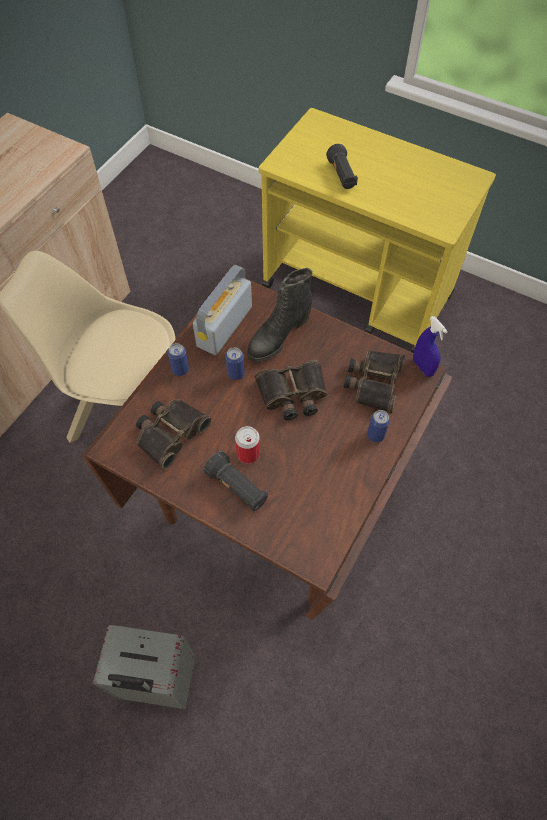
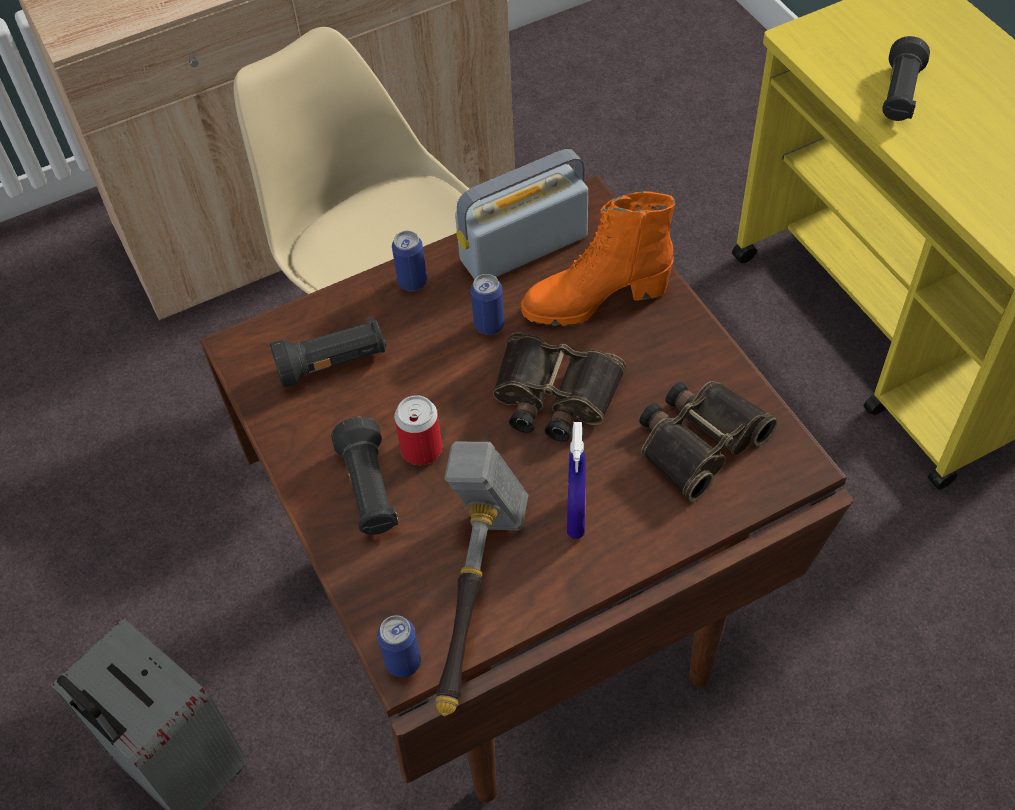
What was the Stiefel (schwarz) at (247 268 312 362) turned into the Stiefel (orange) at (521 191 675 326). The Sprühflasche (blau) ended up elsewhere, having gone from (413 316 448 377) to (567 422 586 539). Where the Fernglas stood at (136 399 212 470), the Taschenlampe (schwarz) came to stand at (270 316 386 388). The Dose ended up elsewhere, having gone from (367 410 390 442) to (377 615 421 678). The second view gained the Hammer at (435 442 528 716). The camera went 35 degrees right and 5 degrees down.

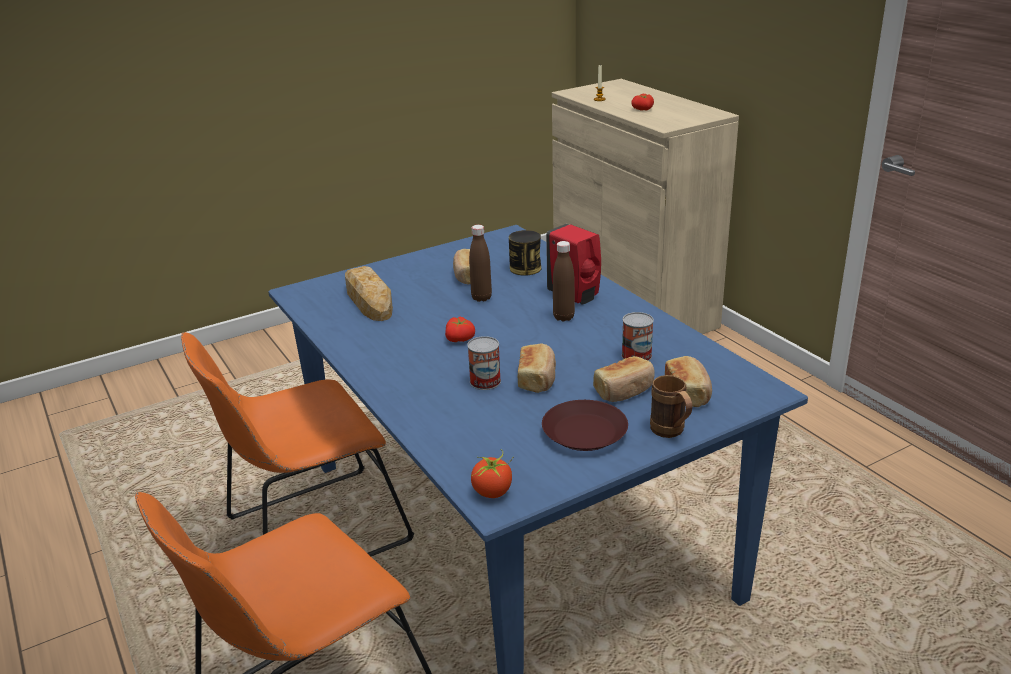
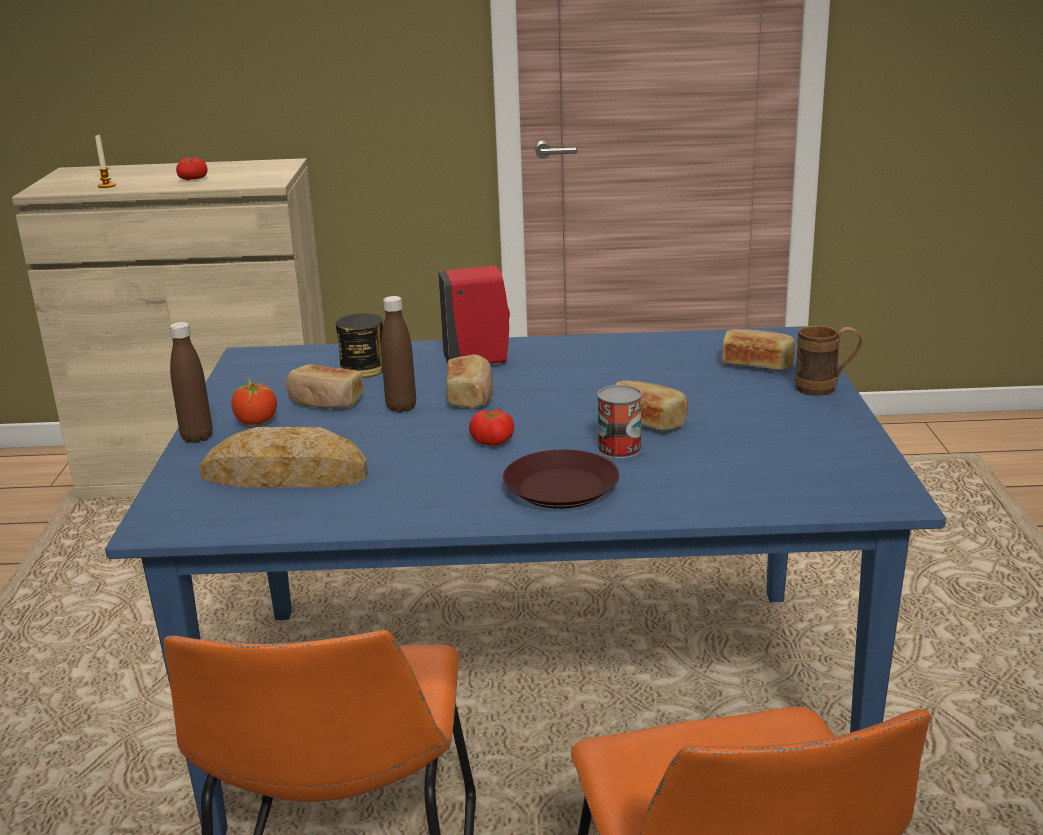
The Flasche (braun) ended up elsewhere, having gone from (553 241 575 321) to (169 322 212 443). The second view lost the Dose at (622 312 654 361). The Brot ended up elsewhere, having gone from (593 356 655 402) to (446 354 493 409). The Teller (braun) ended up elsewhere, having gone from (542 400 628 451) to (503 450 619 509). The Tomate ended up elsewhere, having gone from (471 450 513 498) to (230 374 277 425). The camera went 60 degrees left and 5 degrees down.

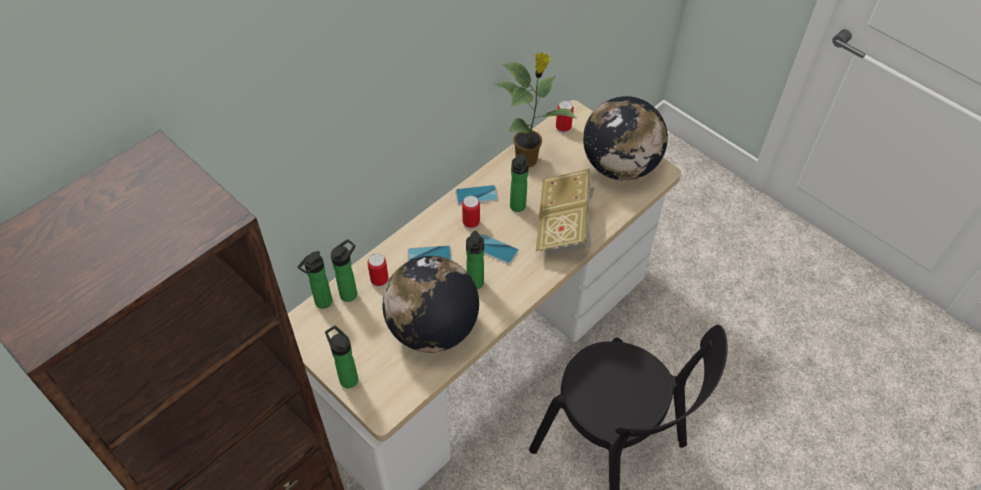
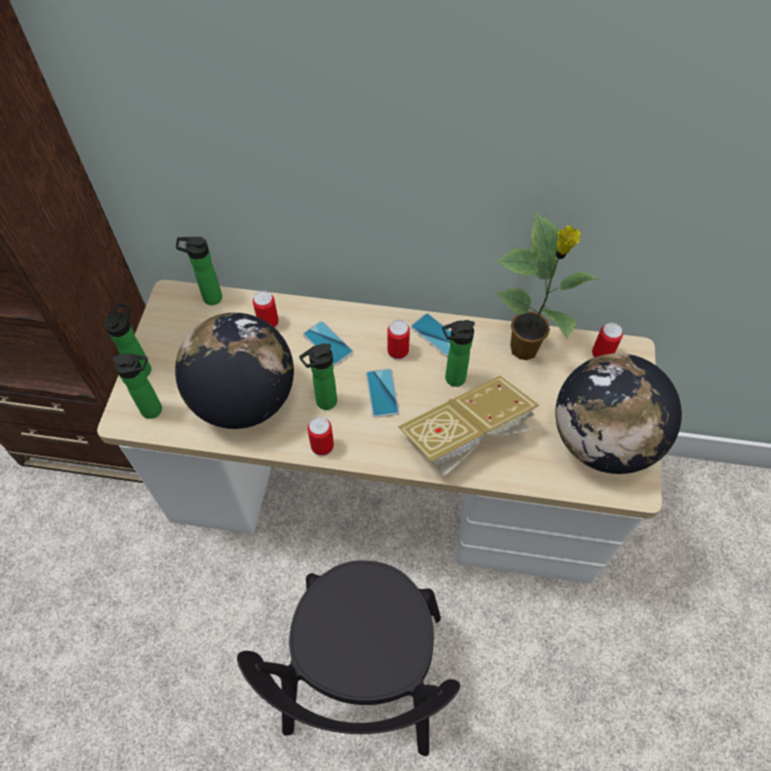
The Flasche ended up elsewhere, having gone from (331 239 357 302) to (112 353 162 419). The second view gained the Dose at (308 416 334 456). The camera went 55 degrees right and 5 degrees up.

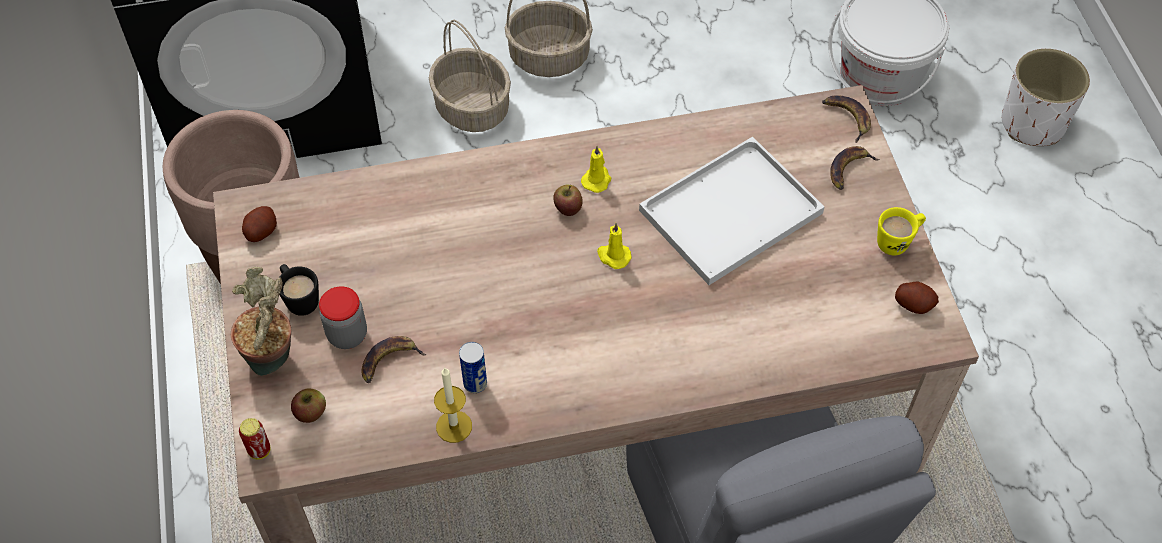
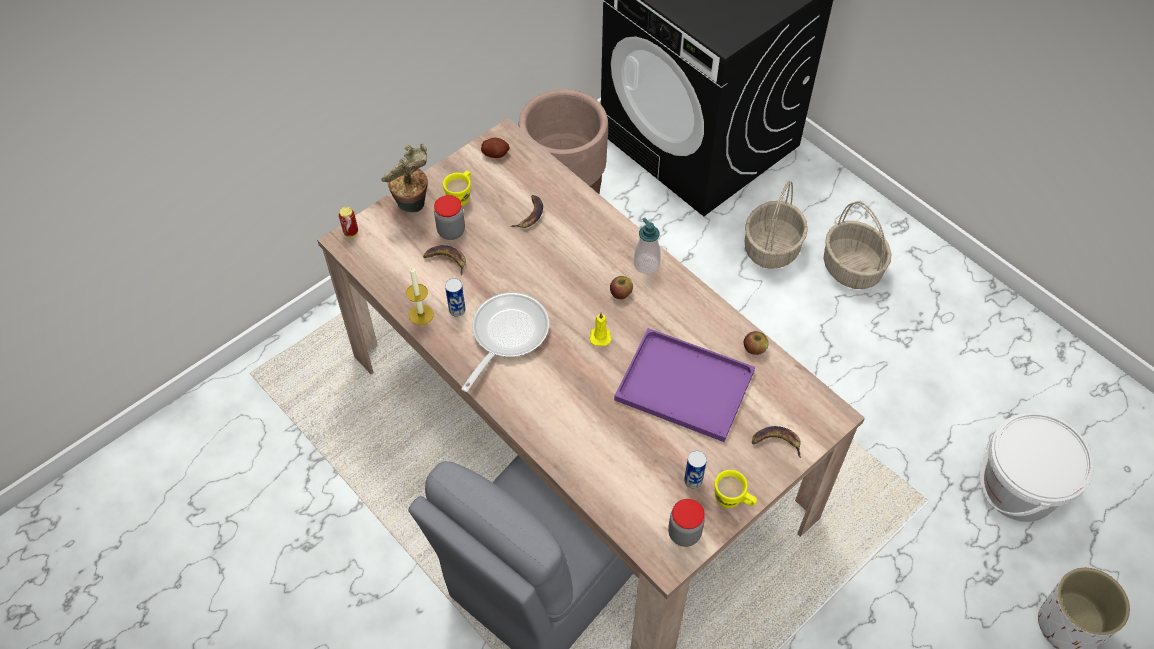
The Banane ended up elsewhere, having gone from (822 95 871 143) to (510 195 543 228). What was the Tablett (weiß) at (639 137 824 285) turned into the Tablett (lila) at (614 328 755 442). The second view lost the Kerze (gelb) at (581 146 612 193). What was the Henkelbecher (schwarz) at (279 264 319 316) turned into the Henkelbecher (gelb) at (443 171 471 206). Where the Kartoffel stood at (895 282 939 314), the Vorratsglas came to stand at (668 499 705 547). The Apfel ended up elsewhere, having gone from (291 388 326 423) to (744 331 769 355). The second view gained the Seifenspender at (634 218 660 274). The second view gained the Pfanne at (461 292 549 392). The second view gained the Dose at (684 451 707 489). The camera went 60 degrees right and 0 degrees up.

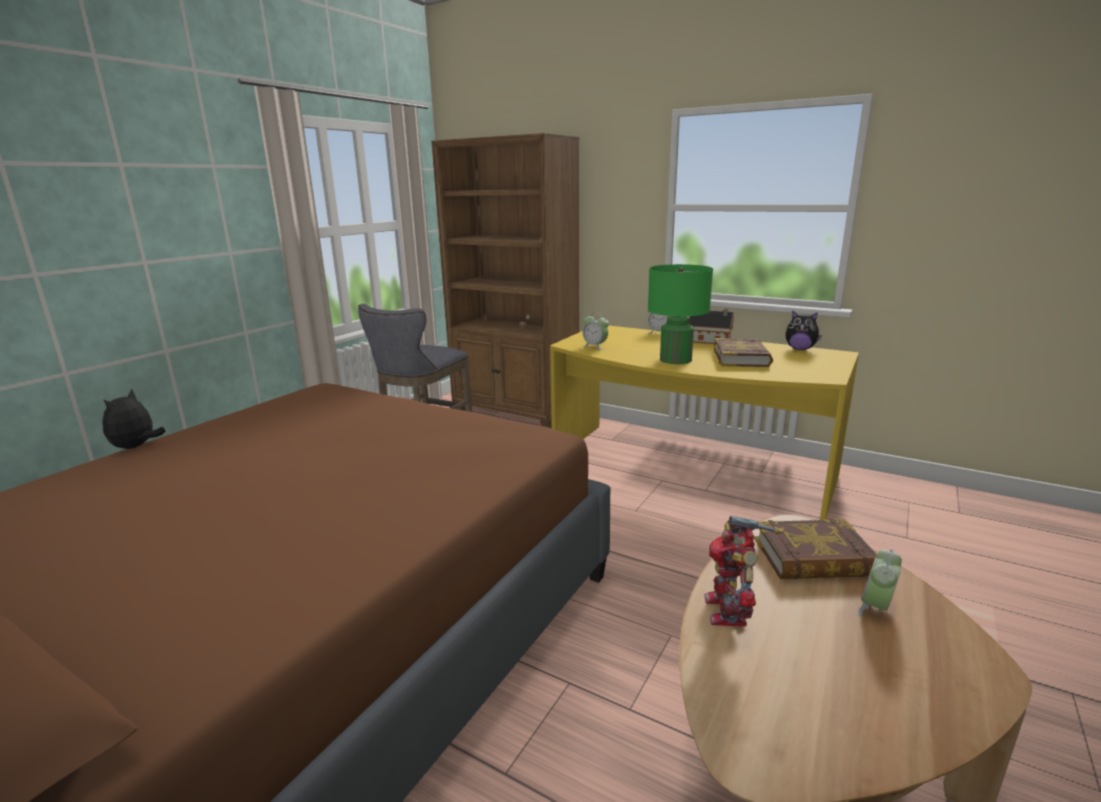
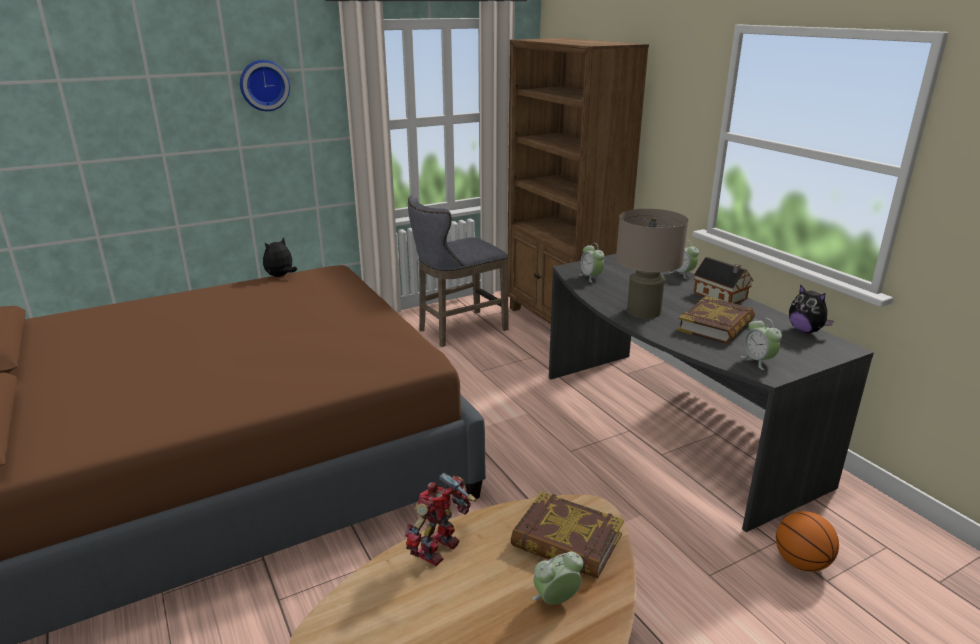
What was the Tischlampe (grün) at (648 264 713 364) turned into the Tischlampe (beige) at (616 209 688 319). What was the Schreibtisch (gelb) at (550 325 859 520) turned into the Schreibtisch (grau) at (549 254 874 532). The Plüschtier ended up elsewhere, having gone from (102 388 165 449) to (263 237 297 277). The second view gained the Wanduhr at (240 60 290 111). The second view gained the Wecker at (741 318 782 370). The second view gained the Basketball at (776 511 839 572). The camera went 30 degrees right and 5 degrees up.

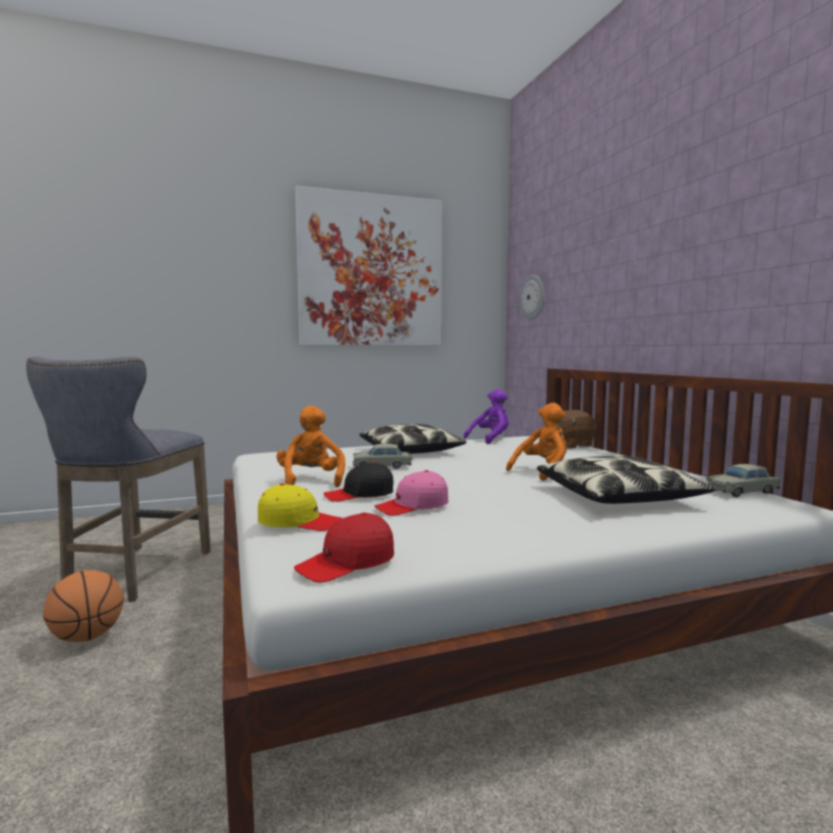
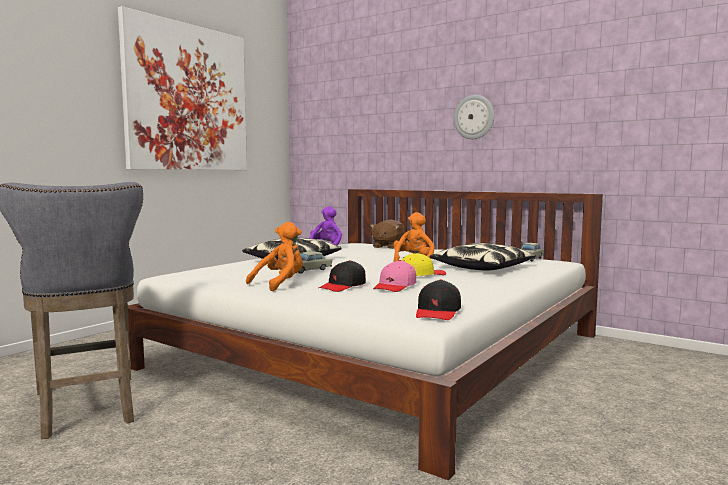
The Wanduhr ended up elsewhere, having gone from (520 275 544 319) to (454 95 494 139). The Plüschtier (orange) at (276 405 345 487) ended up facing another way, 90 degrees clockwise from before. The Kappe (gelb) ended up elsewhere, having gone from (258 483 342 531) to (402 253 446 276). What was the Kappe (rot) at (294 512 394 583) turned into the Kappe (schwarz) at (416 279 461 320). The second view lost the Basketball at (43 570 124 642). The camera went 35 degrees left and 0 degrees up.

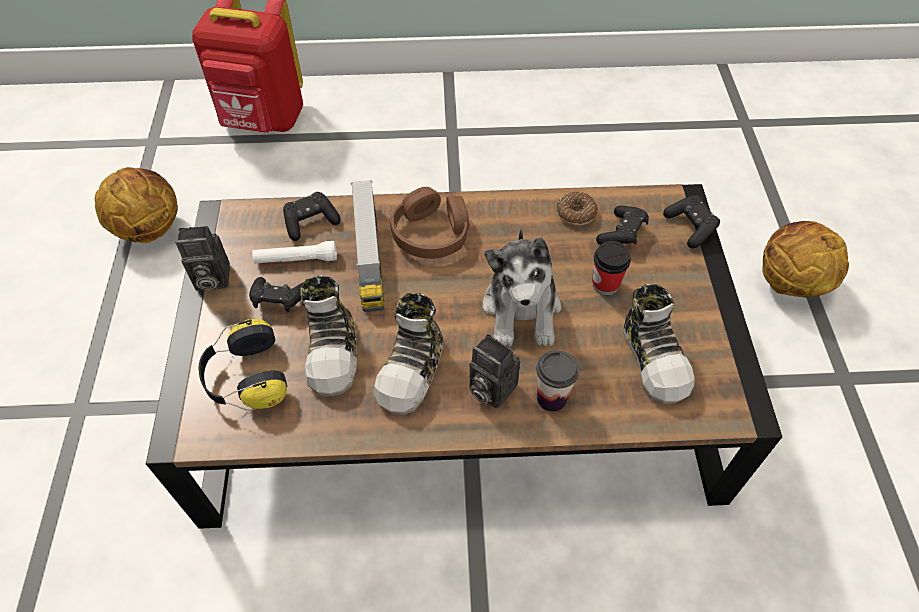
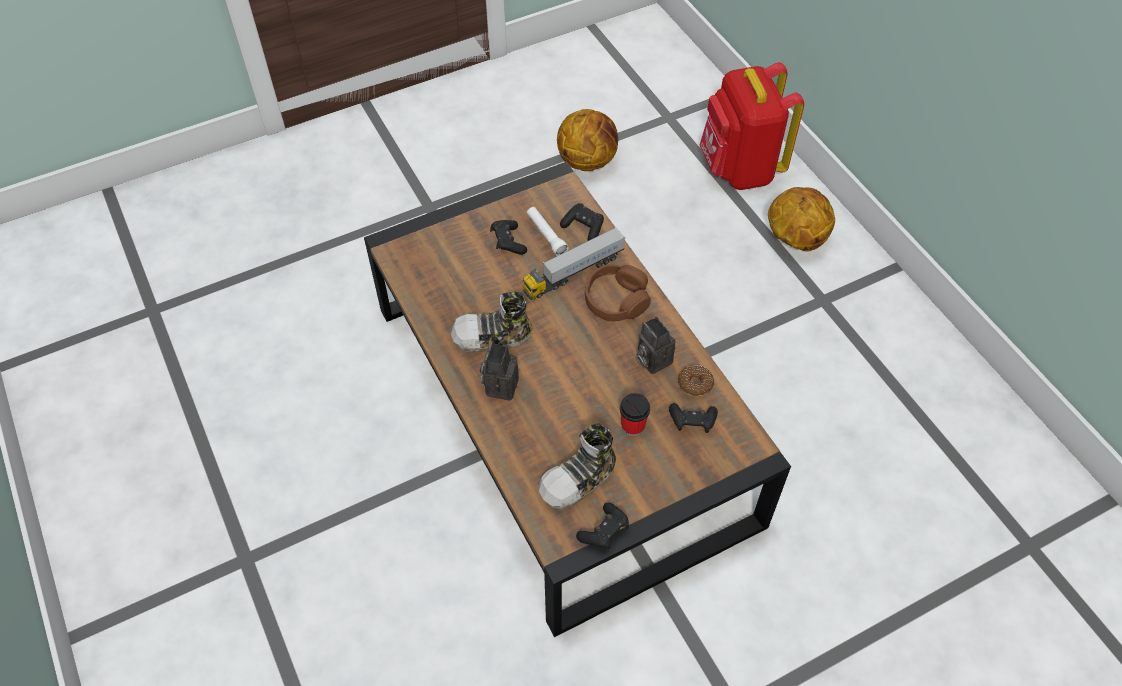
The Gamepad (schwarz) ended up elsewhere, having gone from (663 195 720 248) to (576 503 629 549). The Basketball ended up elsewhere, having gone from (762 221 849 297) to (768 187 835 252). The Kamera ended up elsewhere, having gone from (175 226 230 291) to (636 317 675 374). The second view lost the Plüschtier at (482 228 561 347). The second view lost the Schuh at (300 275 357 396). The second view lost the Kopfhörer at (198 319 287 411). The second view lost the Tasse at (536 350 579 412). The camera went 65 degrees right and 0 degrees up.

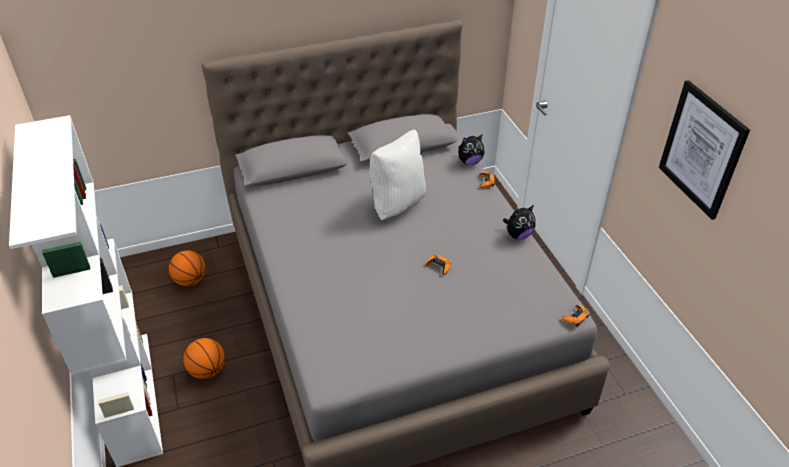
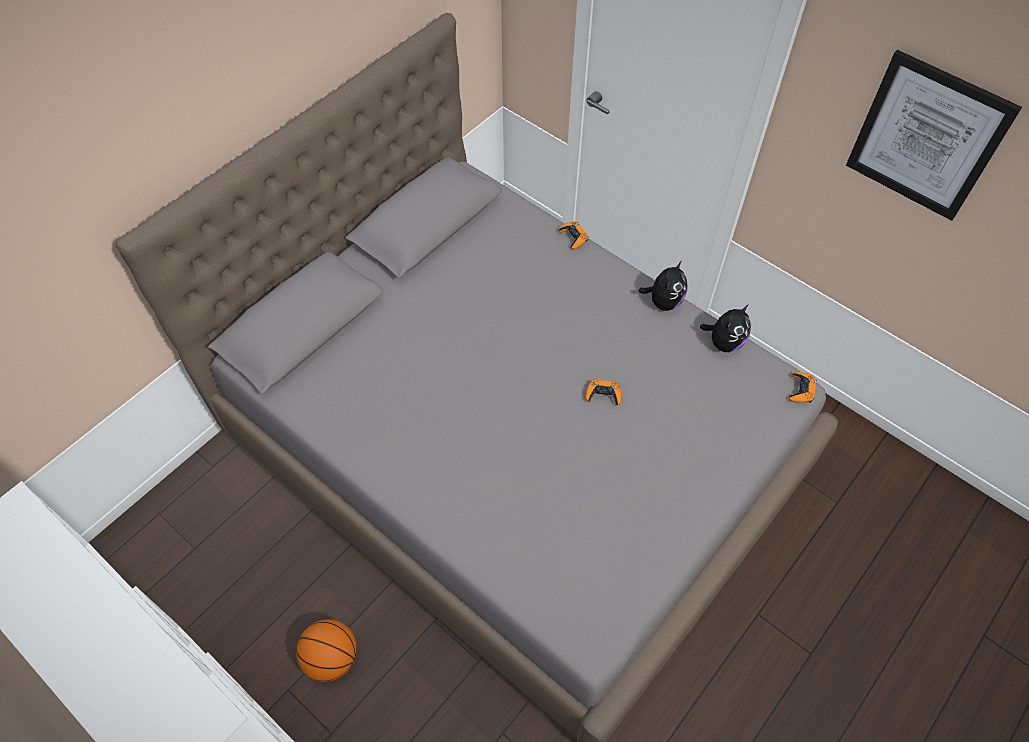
The second view lost the Kissen (weiß) at (369 129 426 220). The Plüschtier ended up elsewhere, having gone from (458 134 484 165) to (700 304 751 352). The second view lost the Basketball at (169 251 206 286). The camera went 30 degrees left and 15 degrees up.

